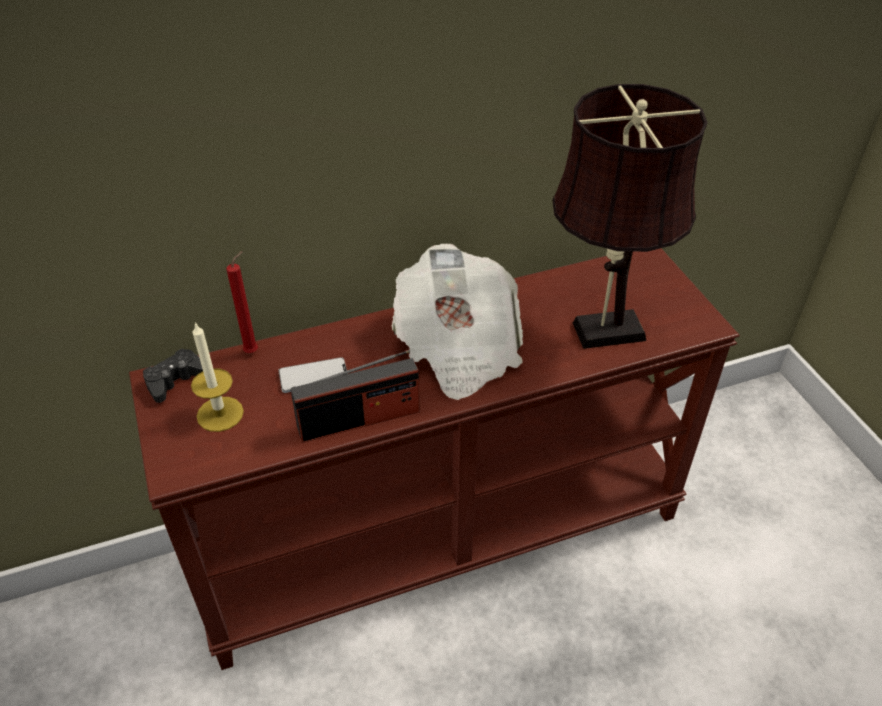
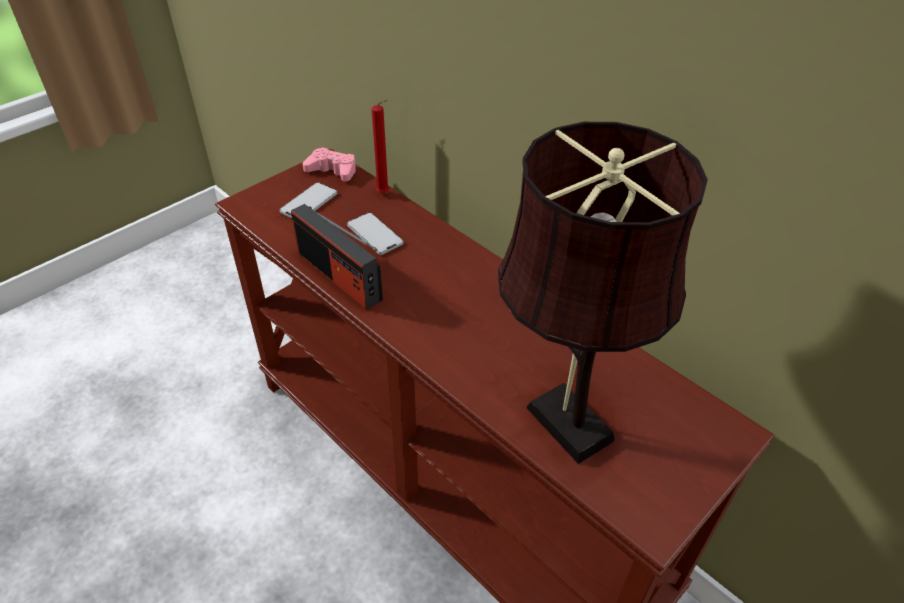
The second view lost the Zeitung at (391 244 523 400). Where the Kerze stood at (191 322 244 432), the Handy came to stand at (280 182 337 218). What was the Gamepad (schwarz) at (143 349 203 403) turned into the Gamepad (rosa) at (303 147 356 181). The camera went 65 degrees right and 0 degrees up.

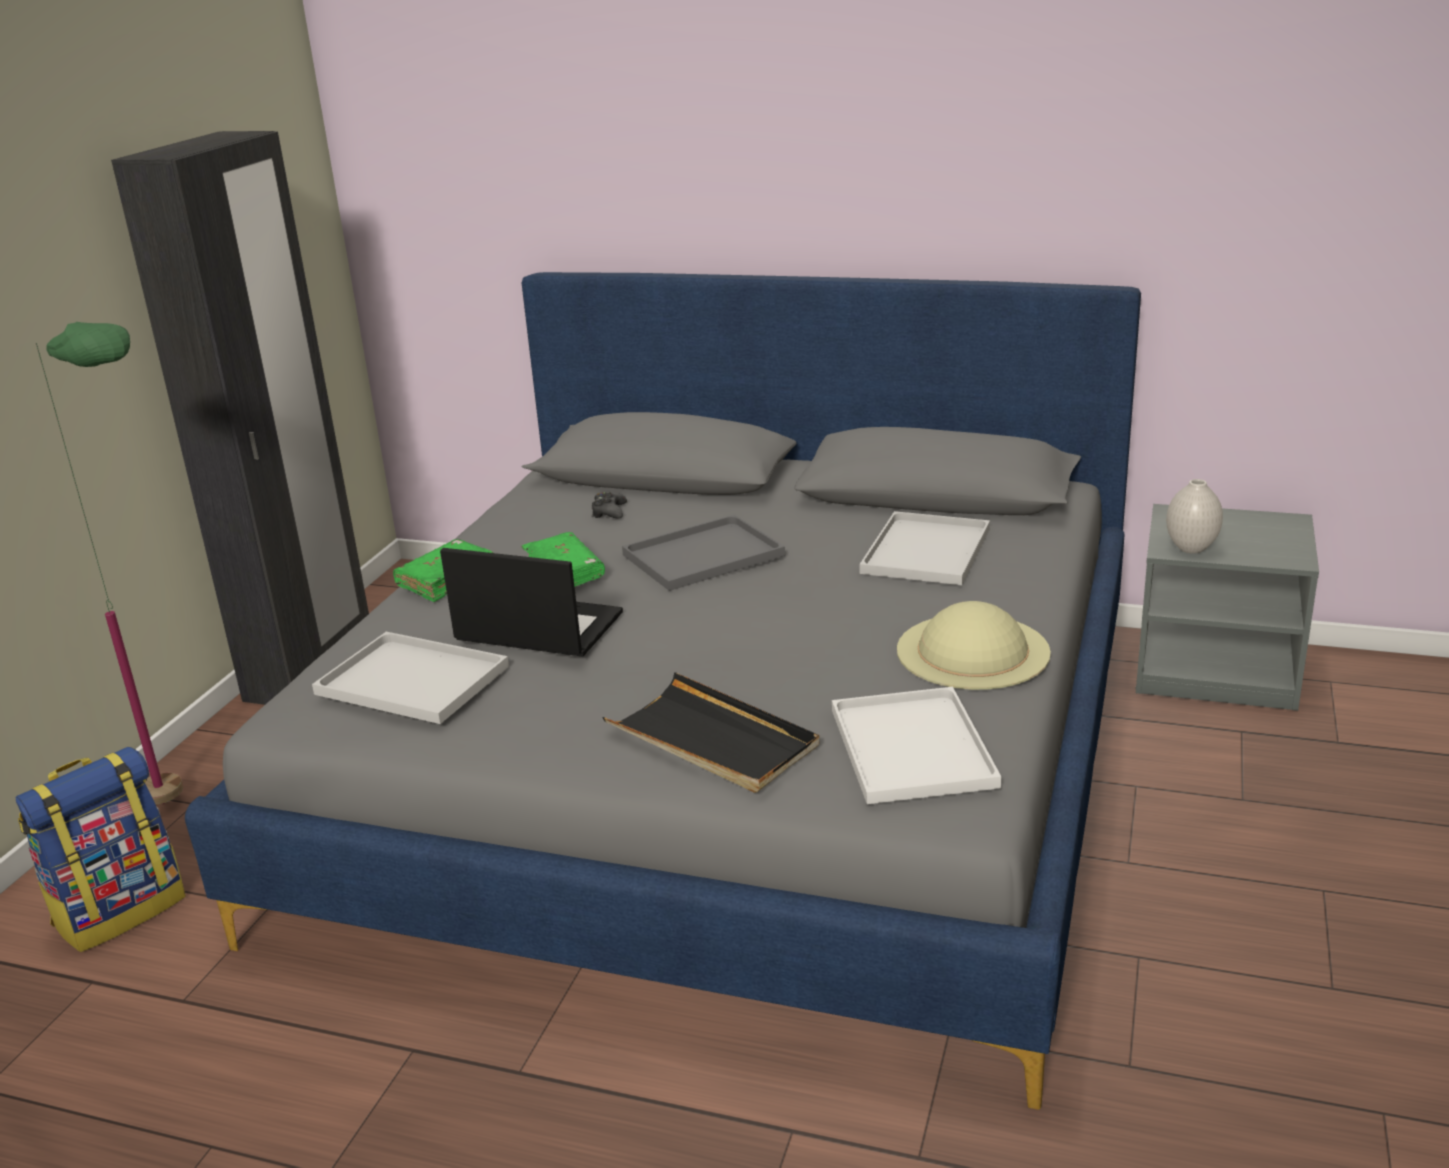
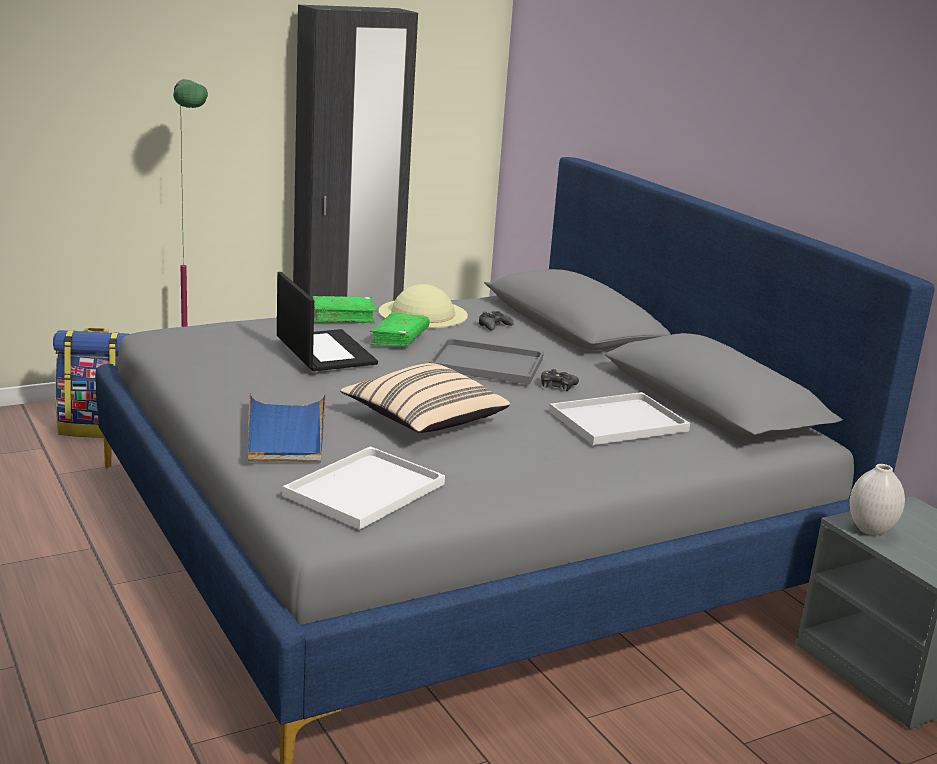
The Hut (beige) ended up elsewhere, having gone from (897 601 1051 690) to (378 284 468 328). The second view lost the Tablett (weiß) at (312 632 509 724). What was the Tablett (schwarz) at (602 672 820 793) turned into the Tablett (blau) at (248 393 326 462). The second view gained the Kissen (beige) at (340 363 510 433). The second view gained the Gamepad (schwarz) at (541 369 579 391). The camera went 40 degrees right and 5 degrees down.

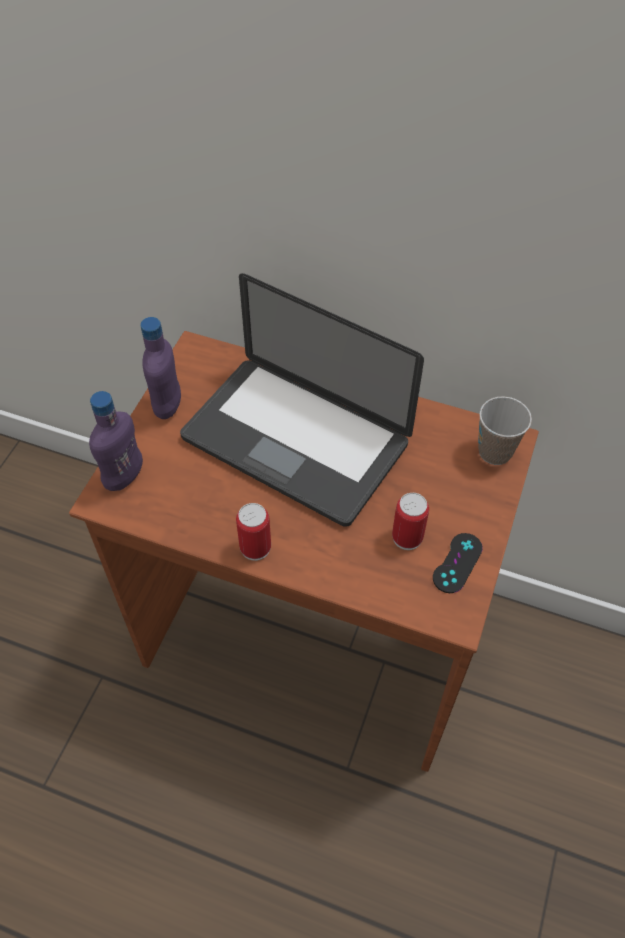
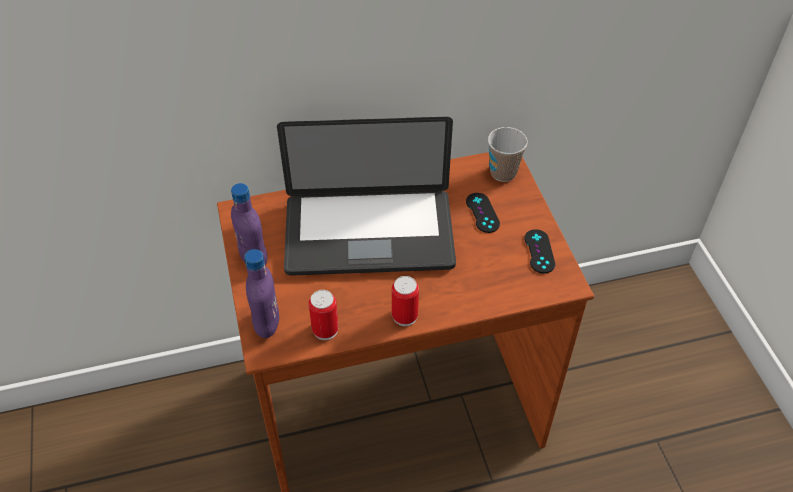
The Dose ended up elsewhere, having gone from (392 493 429 550) to (309 290 339 340). The second view gained the Gamepad (schwarz) at (466 193 500 233). The camera went 35 degrees left and 5 degrees down.

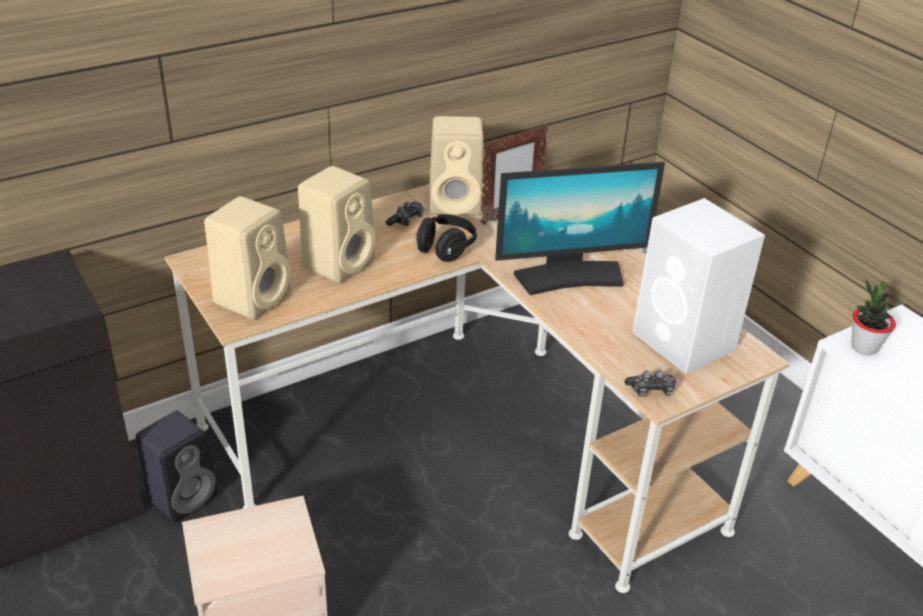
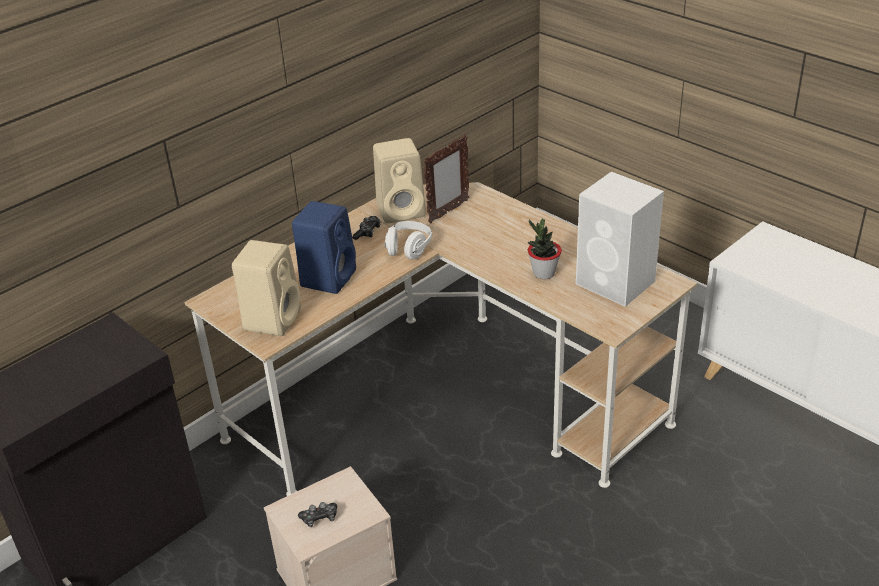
The second view lost the Monitor at (495 162 665 295). What was the Lautsprecher (beige) at (298 166 375 283) turned into the Lautsprecher (blau) at (292 201 356 294). What was the Kopfhörer (schwarz) at (416 214 477 262) turned into the Kopfhörer (weiß) at (385 221 433 260). The Topfpflanze ended up elsewhere, having gone from (851 279 896 355) to (528 219 562 279). The Gamepad ended up elsewhere, having gone from (625 370 676 397) to (298 502 337 527). The second view lost the Lautsprecher (schwarz) at (136 411 218 522). The camera went 10 degrees left and 0 degrees up.

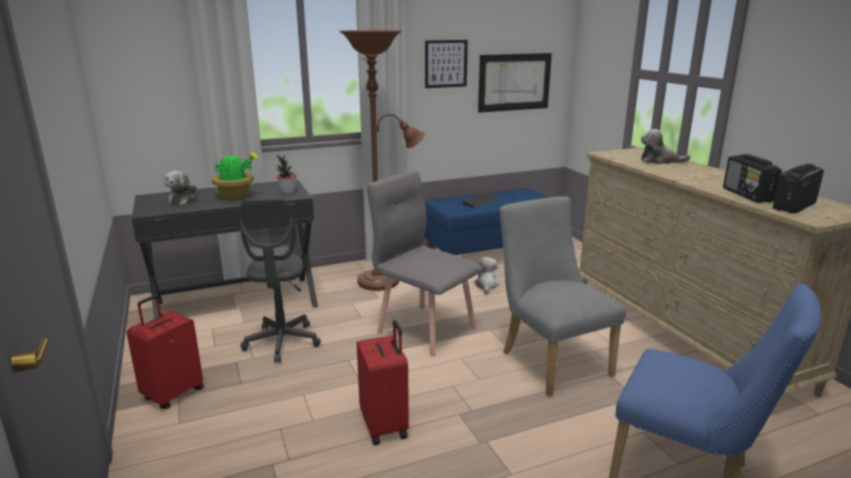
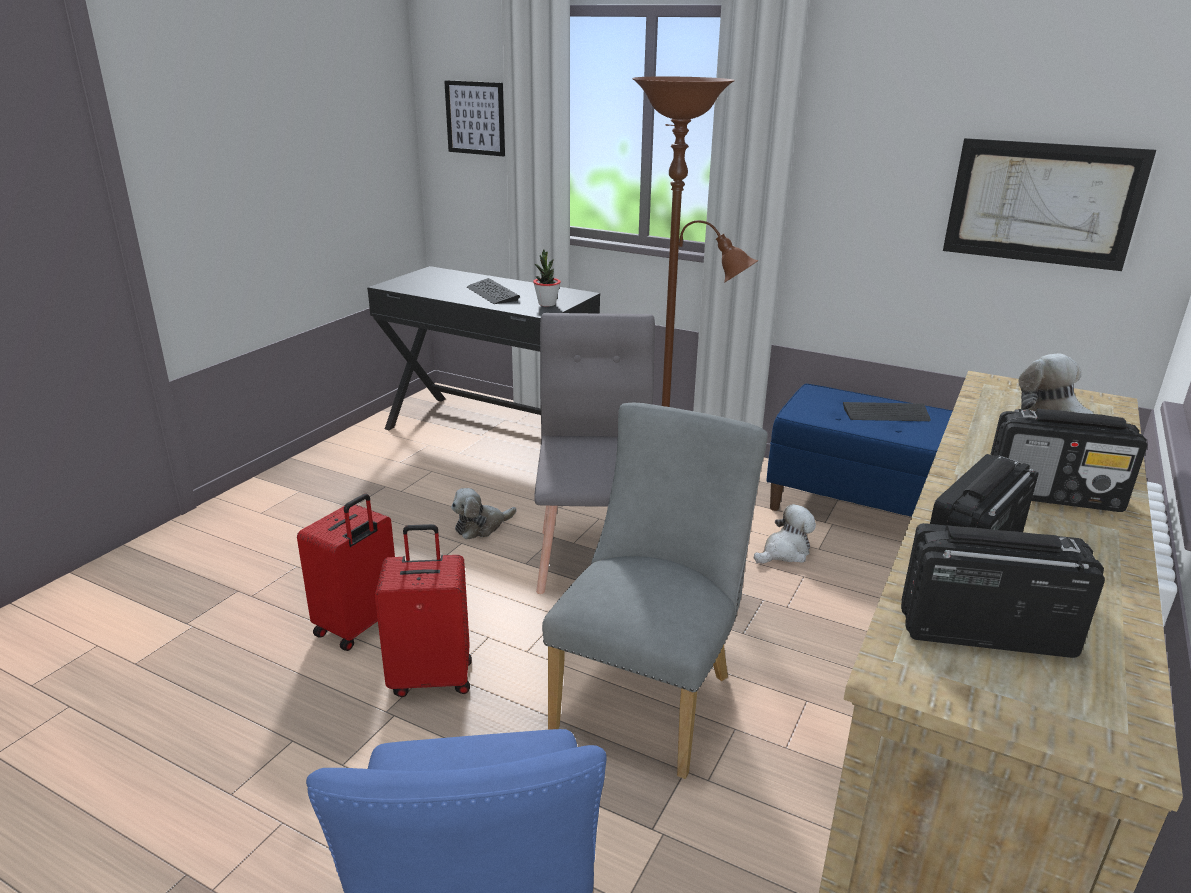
The Bild ended up elsewhere, having gone from (425 40 468 88) to (444 80 505 157). Where the Topfpflanze stood at (211 151 258 199), the Tastatur came to stand at (467 278 520 304). The Plüschtier ended up elsewhere, having gone from (164 171 197 205) to (451 488 517 540). The second view lost the Bürostuhl (grau) at (240 198 321 363). The Koffer (rot) ended up elsewhere, having gone from (126 295 204 409) to (375 524 472 697). The second view gained the Radio at (990 409 1147 512). The camera went 50 degrees right and 5 degrees up.

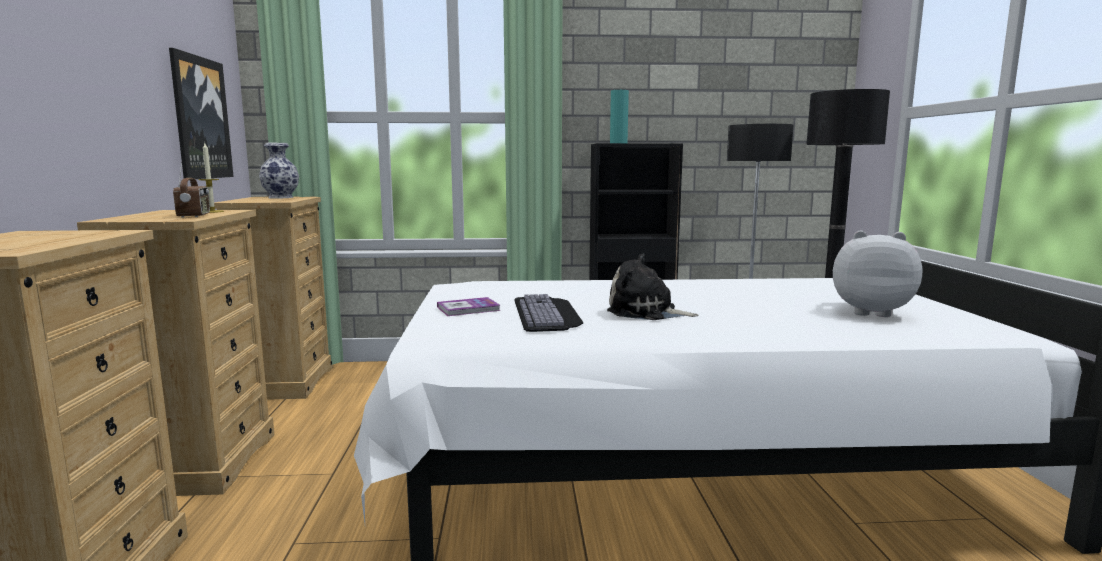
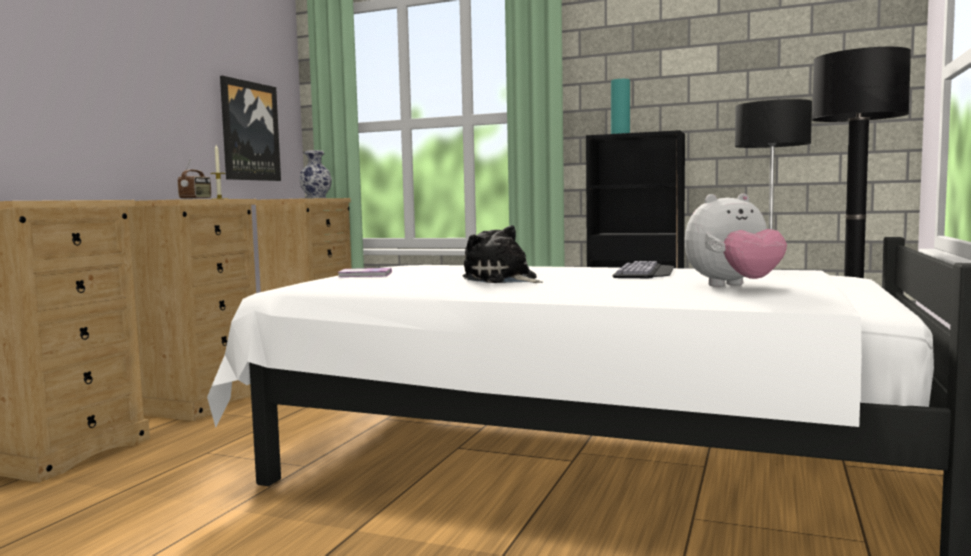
The Plüschtier at (833 231 922 317) ended up facing another way, 120 degrees clockwise from before. The Tastatur ended up elsewhere, having gone from (514 294 583 332) to (612 261 674 278). The camera went 25 degrees right and 5 degrees down.

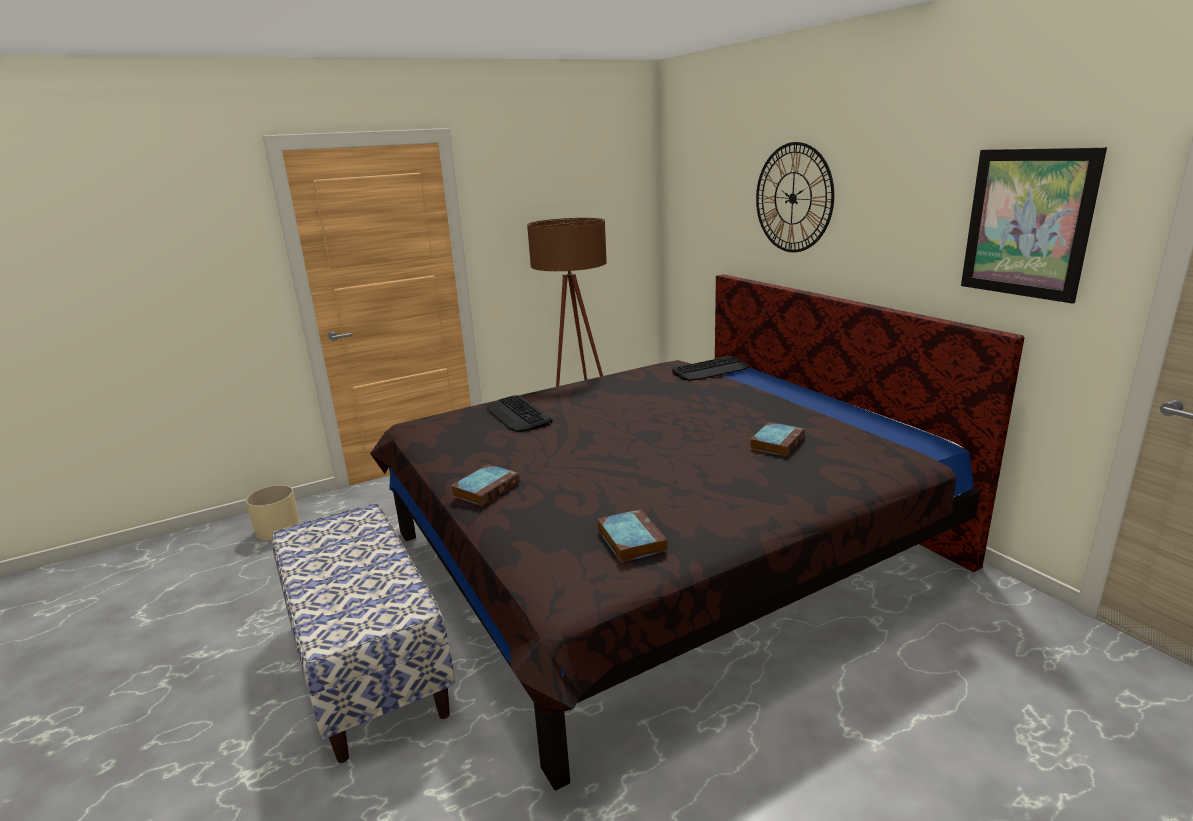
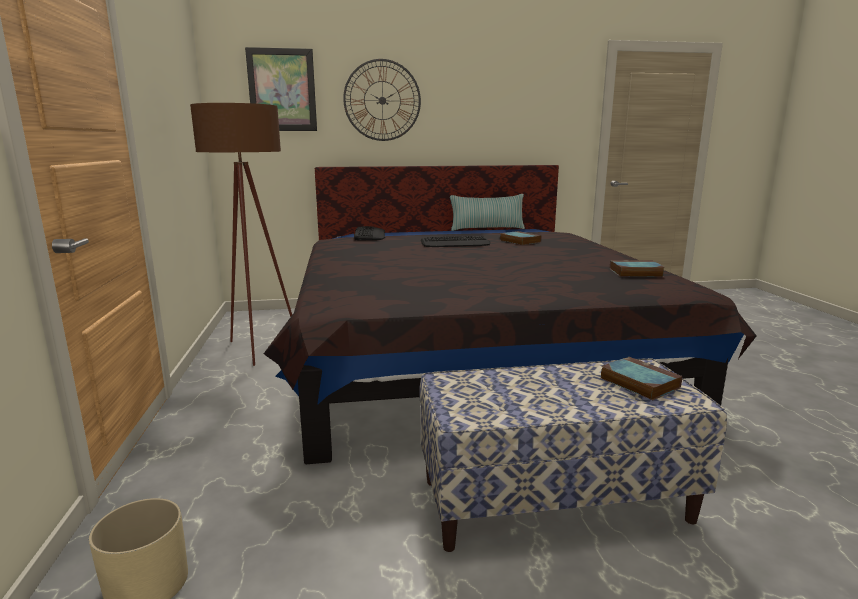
The Bild ended up elsewhere, having gone from (961 147 1107 304) to (245 47 317 131). The Tastatur ended up elsewhere, having gone from (487 395 553 432) to (421 236 490 247). The Buch ended up elsewhere, having gone from (451 464 520 506) to (601 357 682 400). The second view gained the Kissen at (450 194 525 231). The camera went 70 degrees left and 5 degrees down.

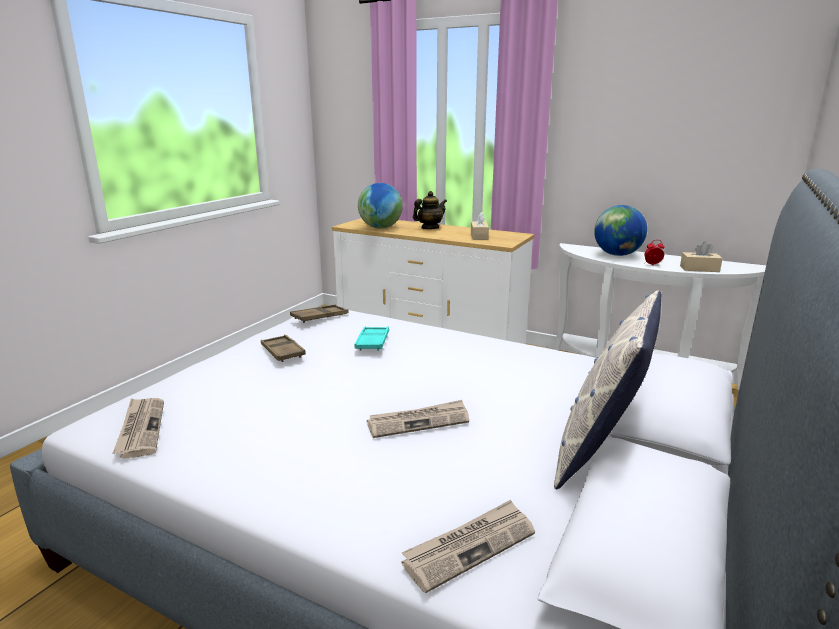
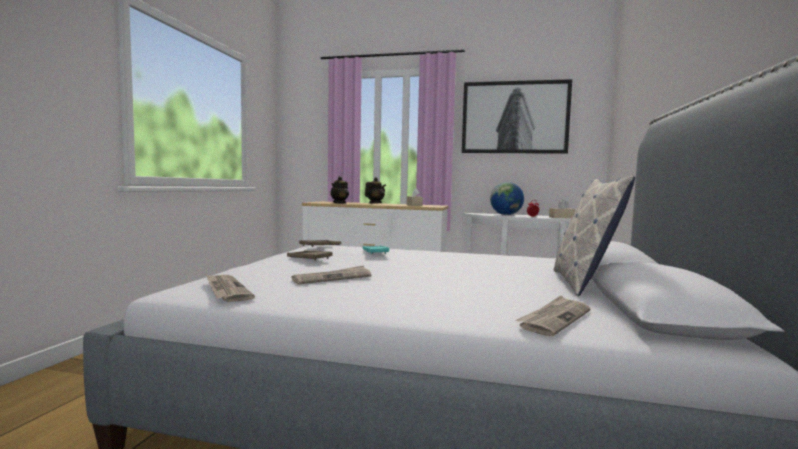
Where the Globus stood at (358 183 403 229), the Teekanne came to stand at (330 176 349 204). The Zeitung ended up elsewhere, having gone from (367 400 469 438) to (291 265 371 284). The second view gained the Bild at (462 79 572 154). The camera went 15 degrees left and 15 degrees down.

